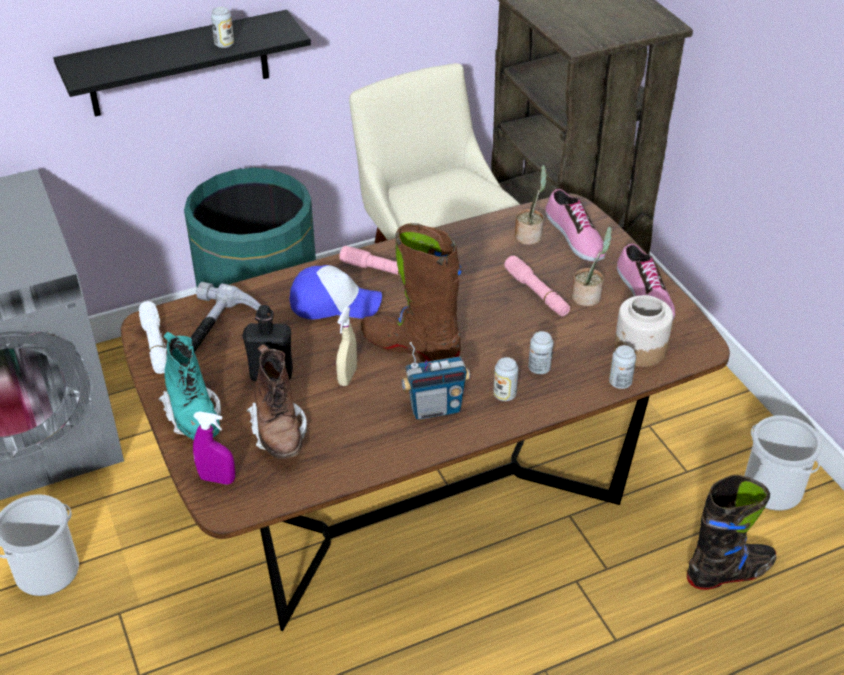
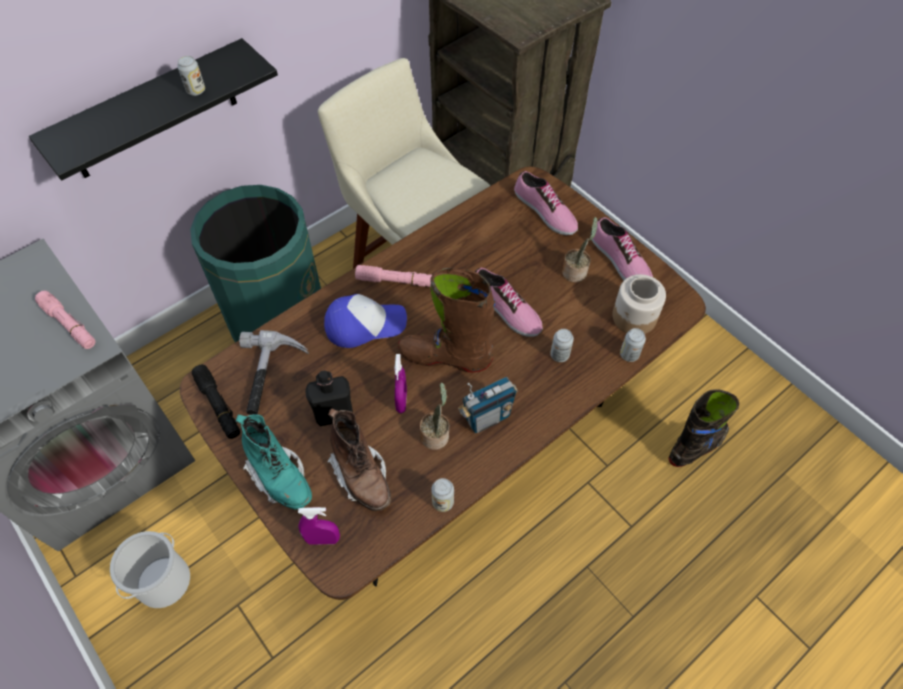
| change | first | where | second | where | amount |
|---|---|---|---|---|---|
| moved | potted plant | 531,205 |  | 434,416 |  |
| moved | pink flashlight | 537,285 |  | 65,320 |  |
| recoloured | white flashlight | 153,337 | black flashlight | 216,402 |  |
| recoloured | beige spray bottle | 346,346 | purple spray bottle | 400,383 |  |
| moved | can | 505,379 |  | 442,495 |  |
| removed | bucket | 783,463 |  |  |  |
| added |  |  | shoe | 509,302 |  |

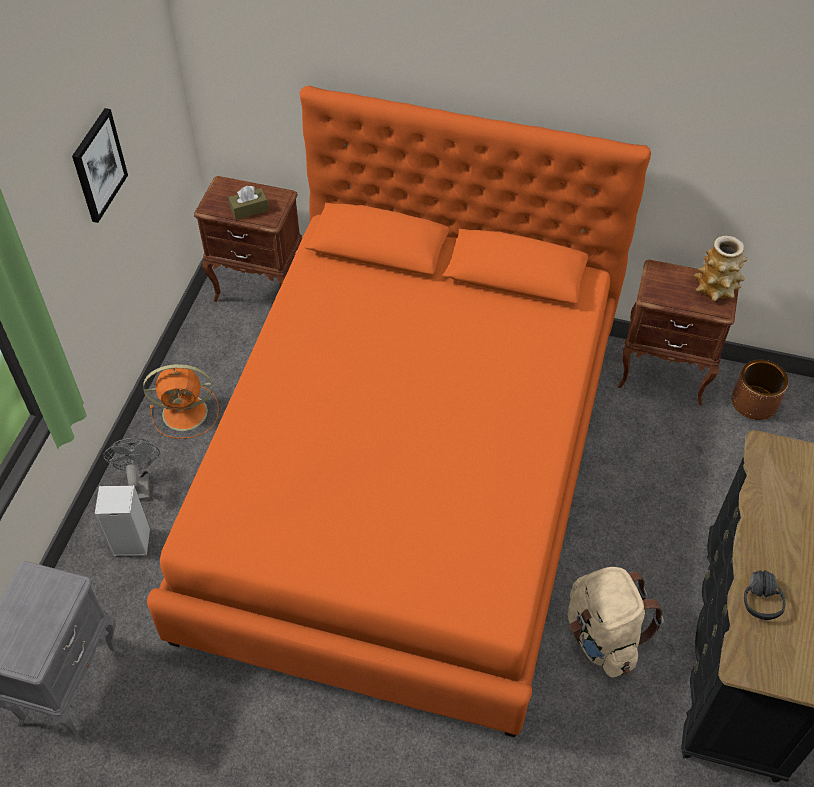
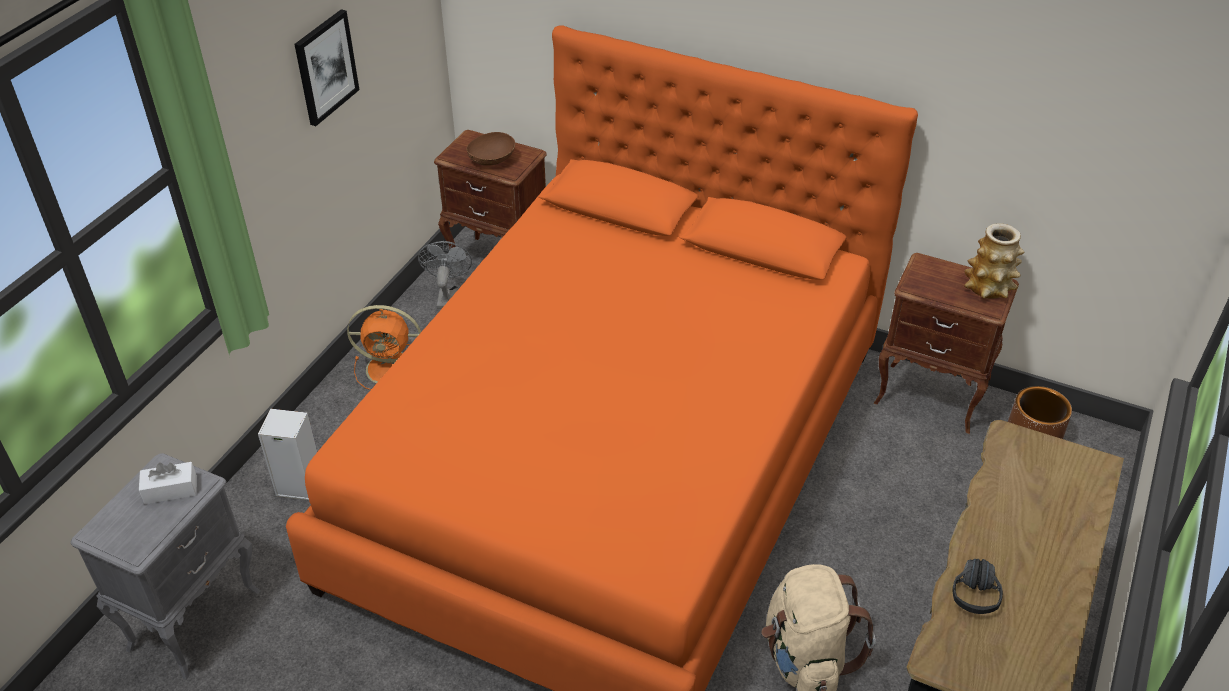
| change | first | where | second | where | amount |
|---|---|---|---|---|---|
| replaced | brown tissue box | 248,203 | brown bowl | 491,149 |  |
| moved | grey fan | 131,469 |  | 445,275 |  |
| added |  |  | white tissue box | 168,483 |  |

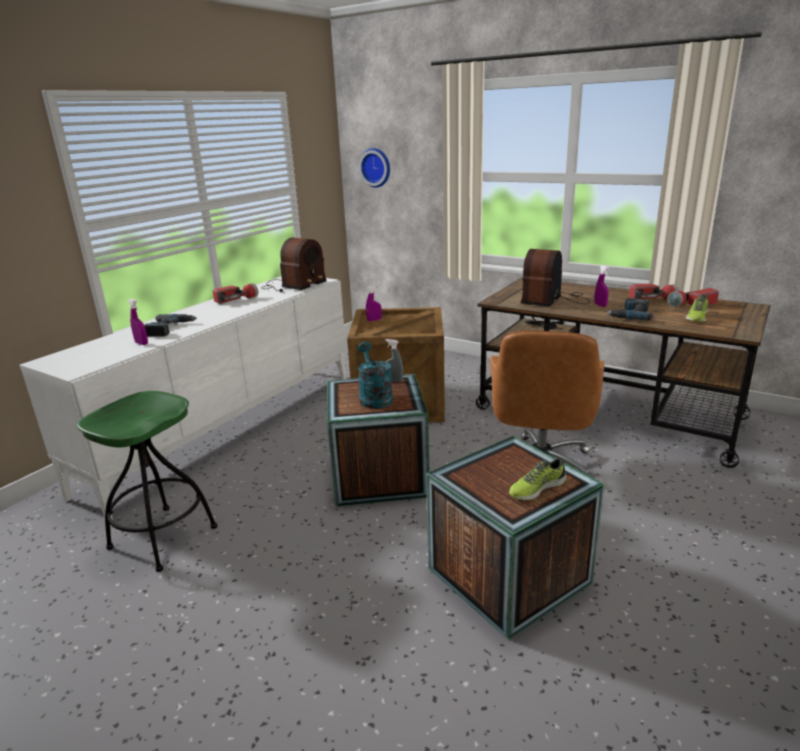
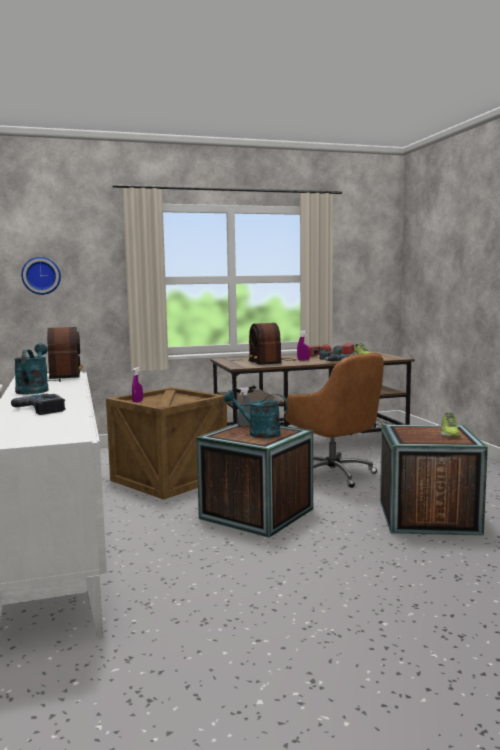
| change | first | where | second | where | amount |
|---|---|---|---|---|---|
| replaced | flashlight | 235,293 | turquoise watering can | 31,369 |  |
| removed | purple spray bottle | 138,322 |  |  |  |
| removed | green stool | 147,481 |  |  |  |

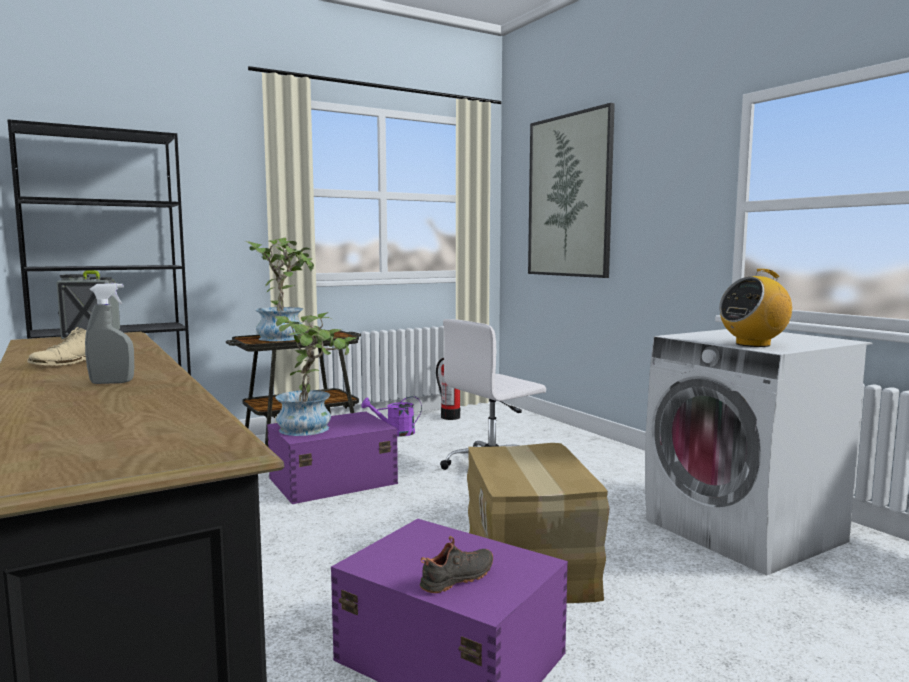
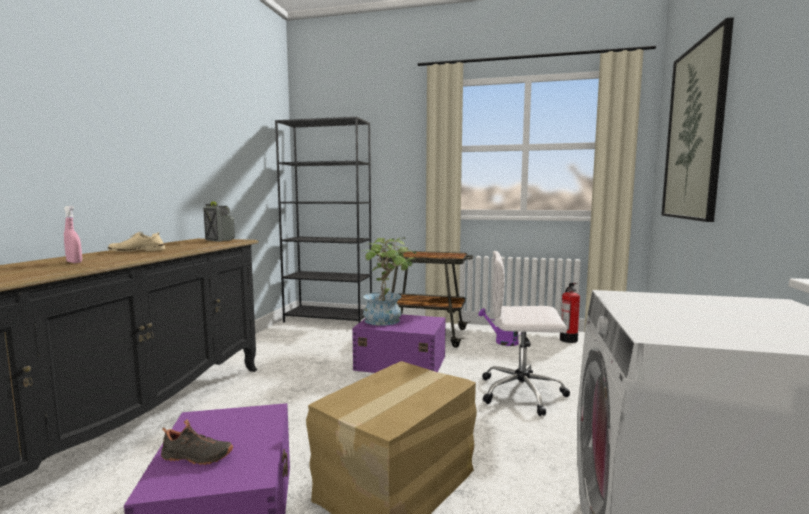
| change | first | where | second | where | amount |
|---|---|---|---|---|---|
| removed | potted plant | 279,289 |  |  |  |
| removed | radio | 755,308 |  |  |  |
| recoloured | grey spray bottle | 109,333 | pink spray bottle | 73,234 |  |

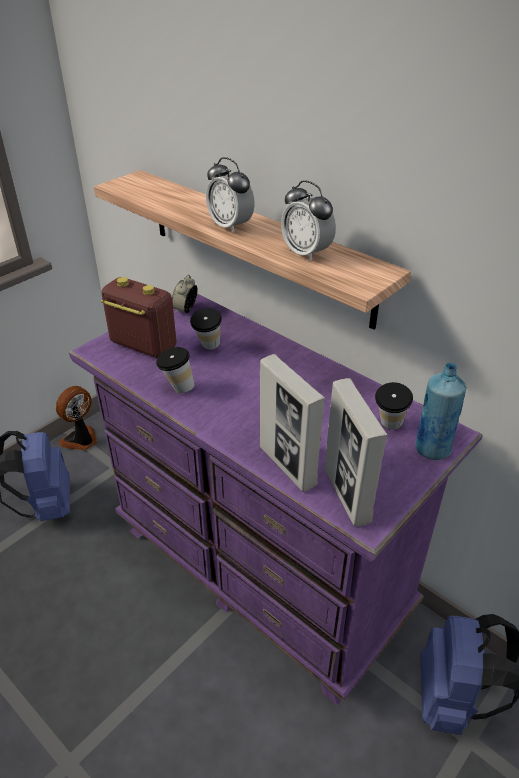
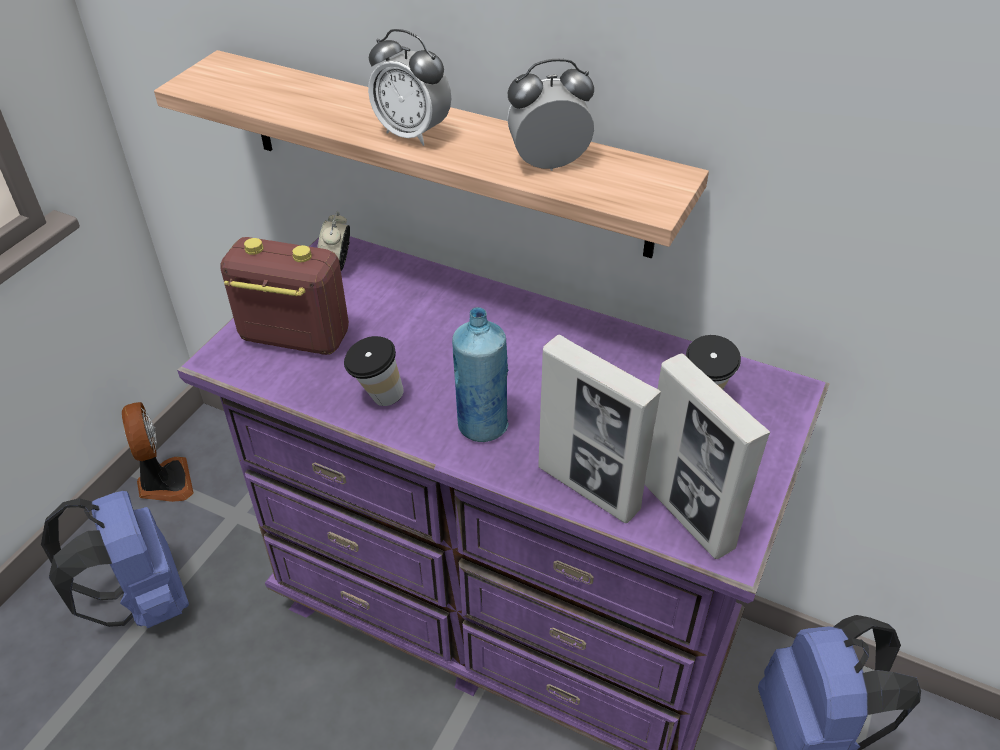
| change | first | where | second | where | amount |
|---|---|---|---|---|---|
| turned | alarm clock | 308,221 |  | 550,115 | 135 degrees clockwise |
| removed | cup | 206,329 |  |  |  |
| moved | blue bottle | 440,411 |  | 480,374 |  |
| turned | fan | 77,418 |  | 158,452 | 135 degrees clockwise |

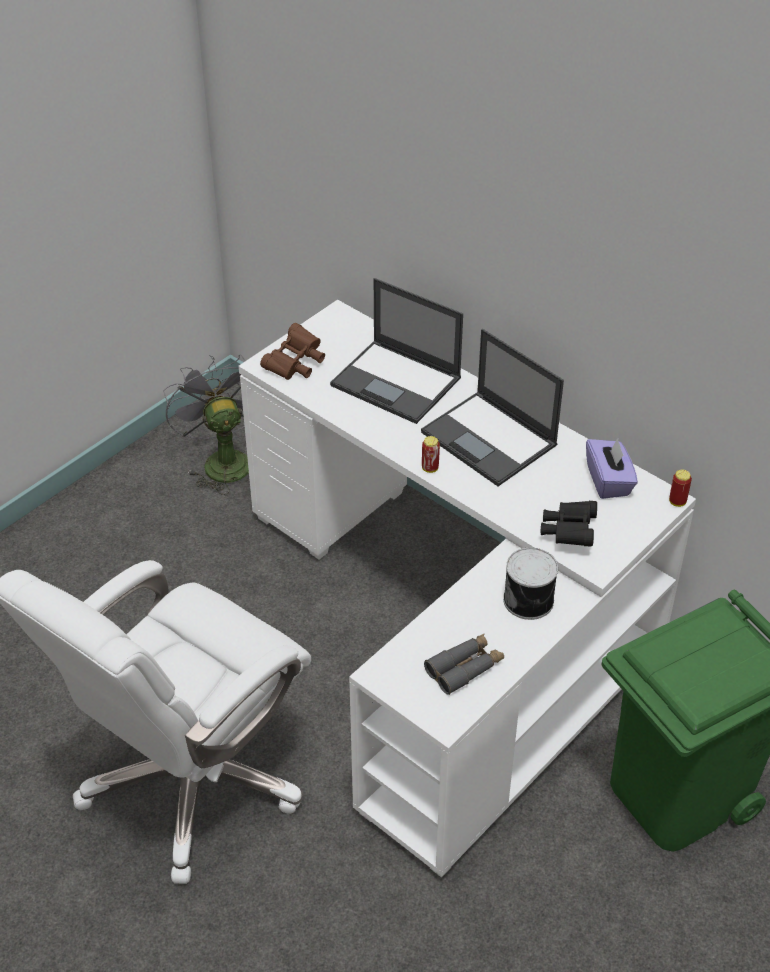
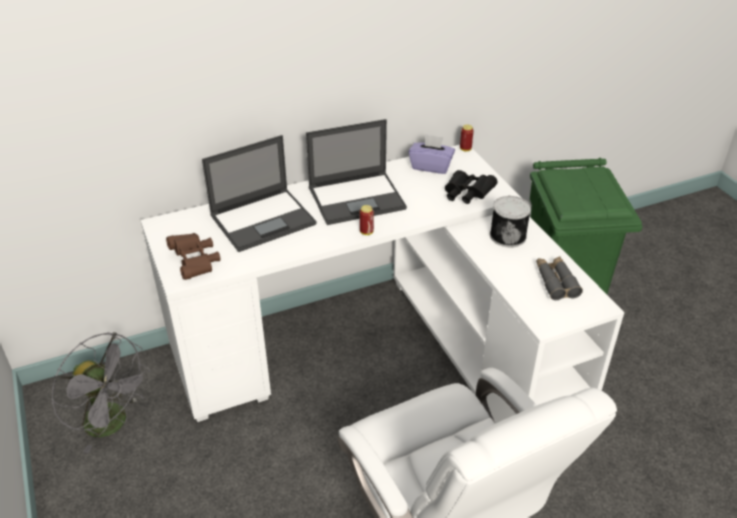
| change | first | where | second | where | amount |
|---|---|---|---|---|---|
| turned | grey fan | 206,425 |  | 101,392 | 150 degrees counterclockwise |

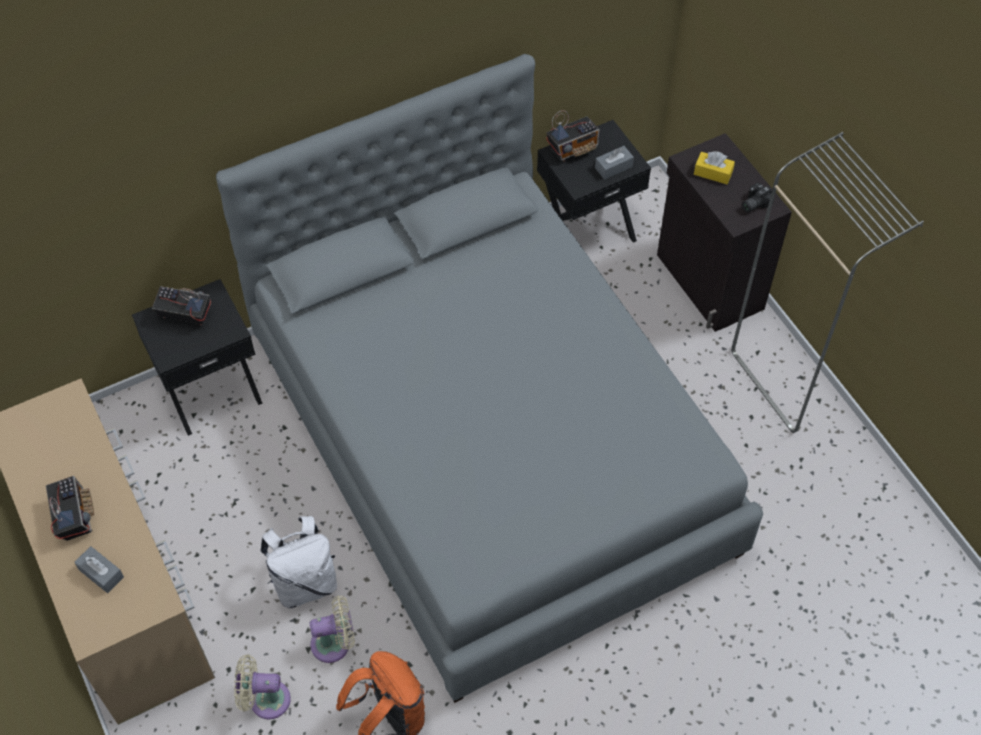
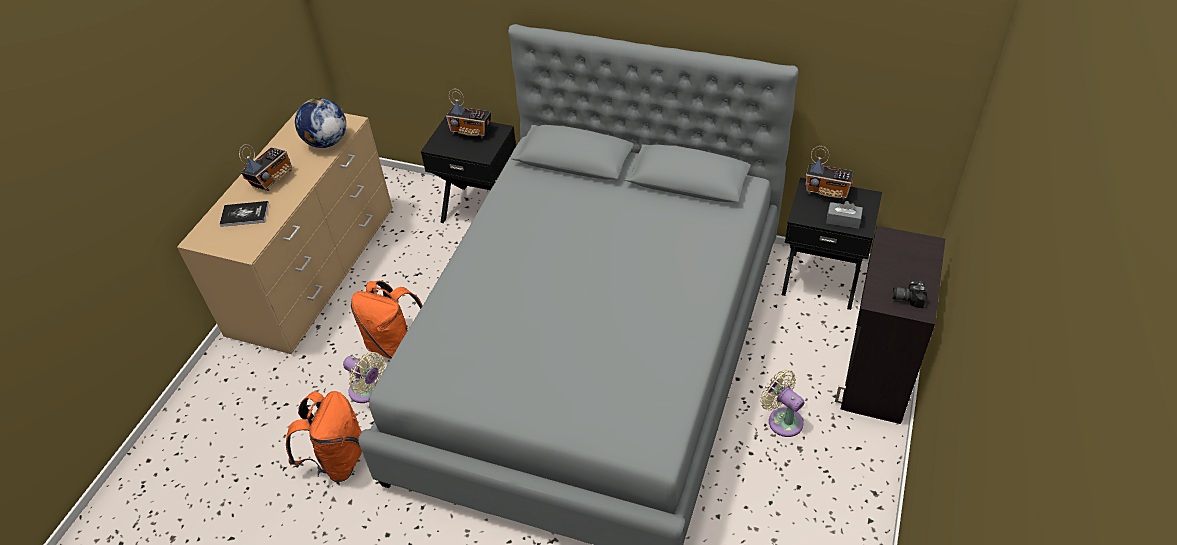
| change | first | where | second | where | amount |
|---|---|---|---|---|---|
| removed | grey clothes rack | 827,282 |  |  |  |
| removed | yellow tissue box | 714,167 |  |  |  |
| turned | radio | 181,306 |  | 468,113 | 135 degrees clockwise |
| recoloured | white backpack | 298,562 | orange backpack | 387,320 |  |
| replaced | grey tissue box | 99,569 | book | 244,214 |  |
| moved | beige fan | 262,687 |  | 782,403 |  |
| added |  |  | globe | 320,123 |  |

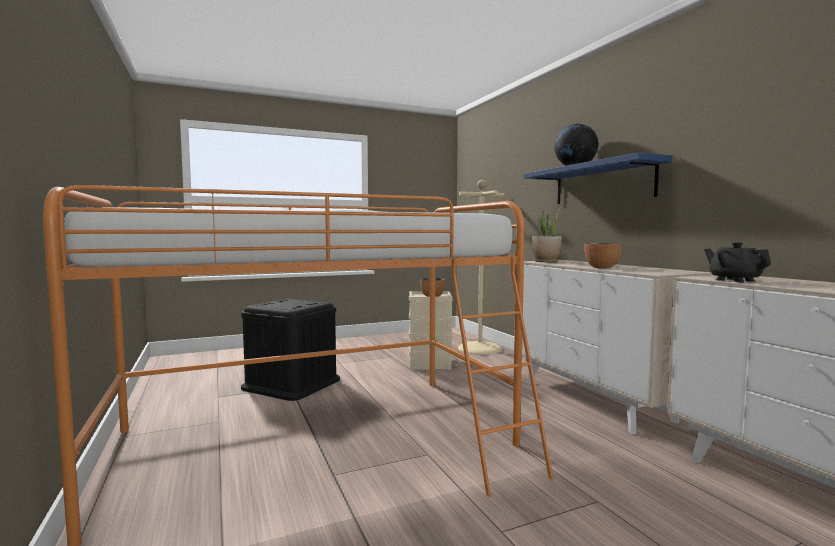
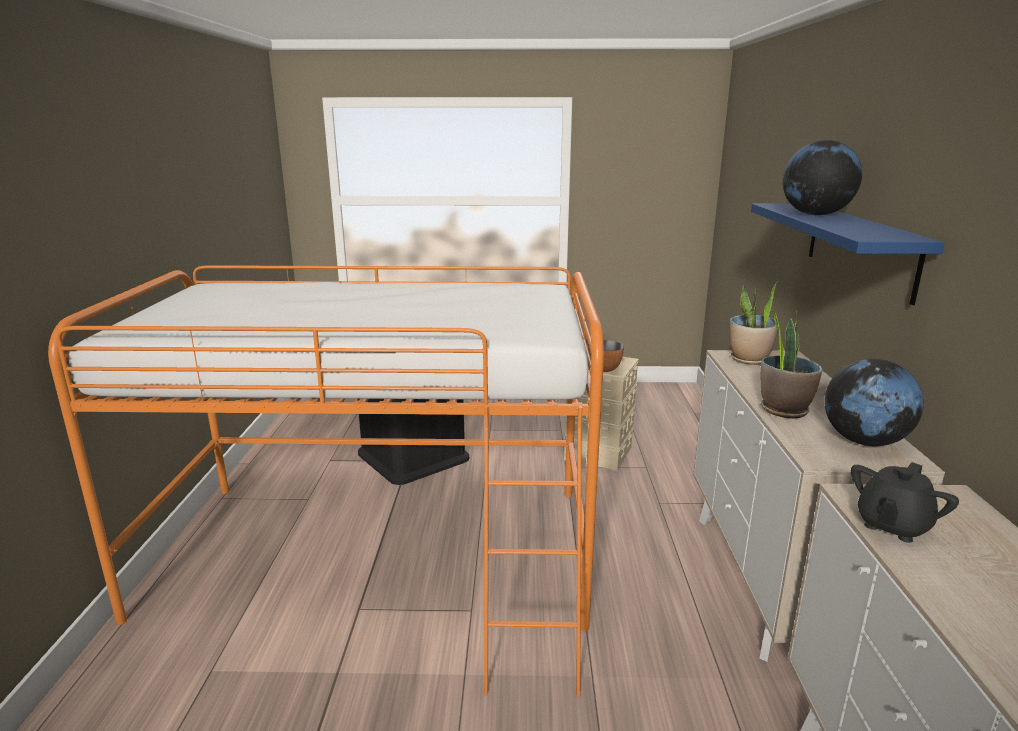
| change | first | where | second | where | amount |
|---|---|---|---|---|---|
| removed | beige clothes rack | 481,267 |  |  |  |
| turned | black teapot | 737,262 |  | 905,502 | 135 degrees counterclockwise |
| replaced | bowl | 603,255 | potted plant | 791,364 |  |
| added |  |  | globe | 874,402 |  |

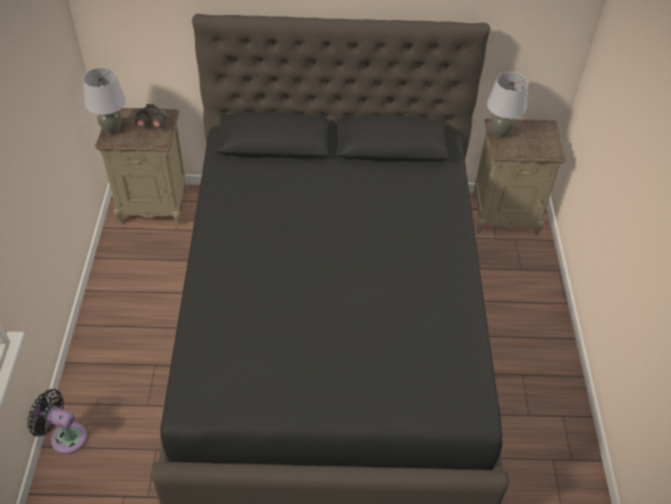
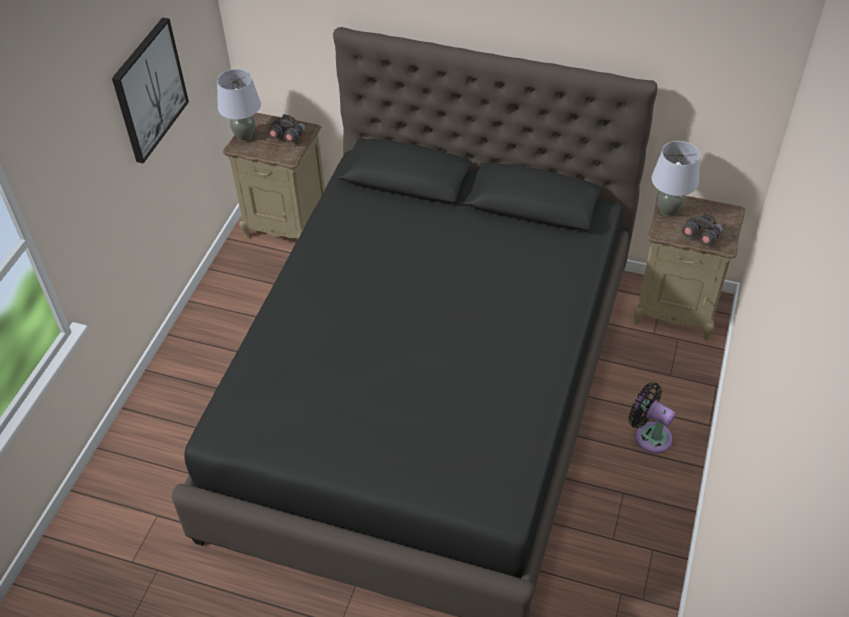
| change | first | where | second | where | amount |
|---|---|---|---|---|---|
| moved | black fan | 57,421 |  | 652,417 |  |
| added |  |  | picture | 150,90 |  |
| added |  |  | grey binoculars | 702,229 |  |

